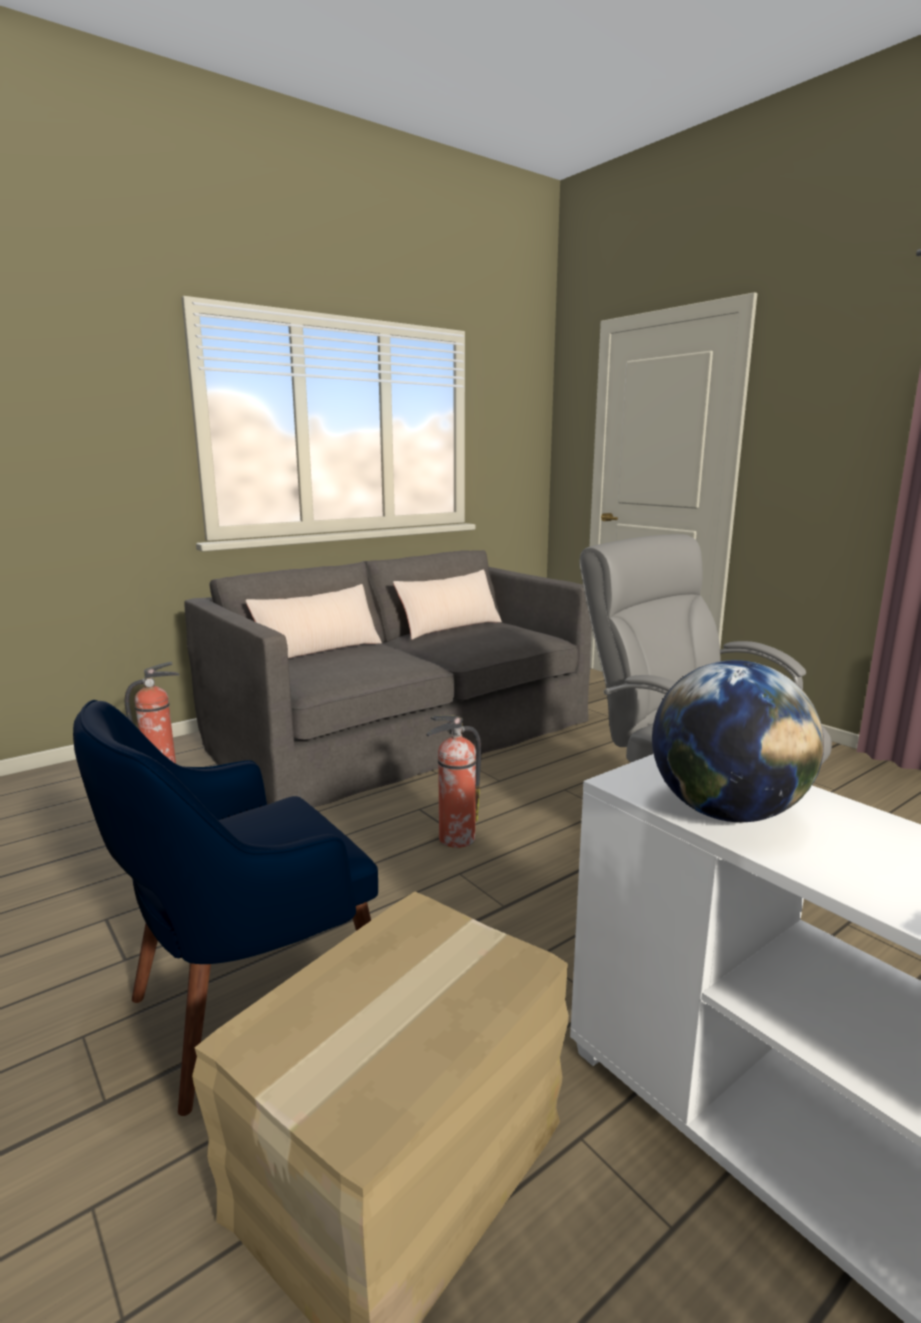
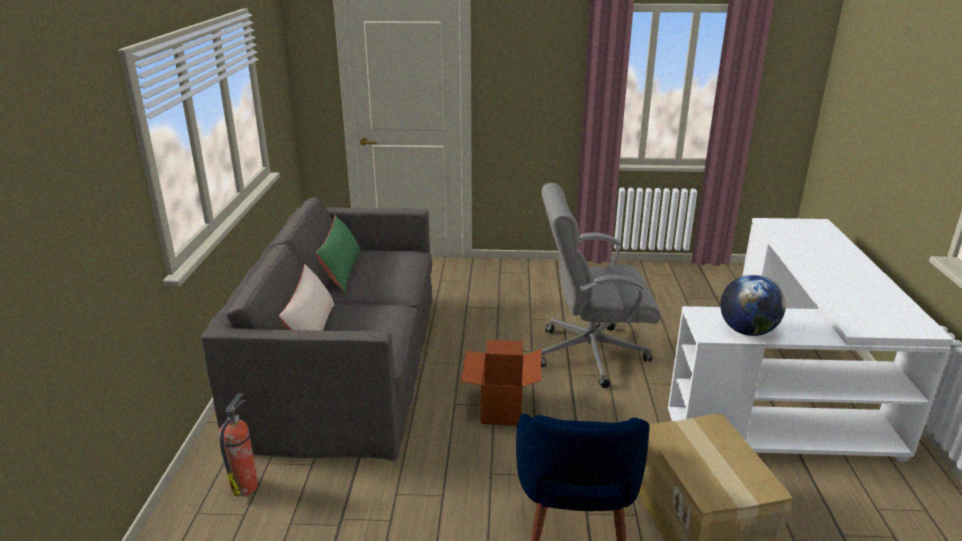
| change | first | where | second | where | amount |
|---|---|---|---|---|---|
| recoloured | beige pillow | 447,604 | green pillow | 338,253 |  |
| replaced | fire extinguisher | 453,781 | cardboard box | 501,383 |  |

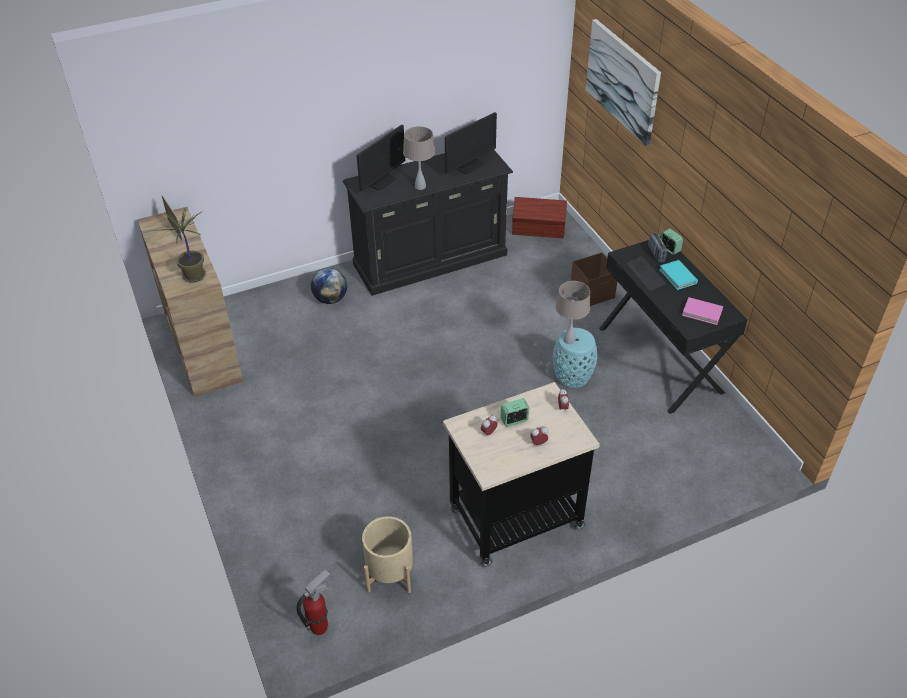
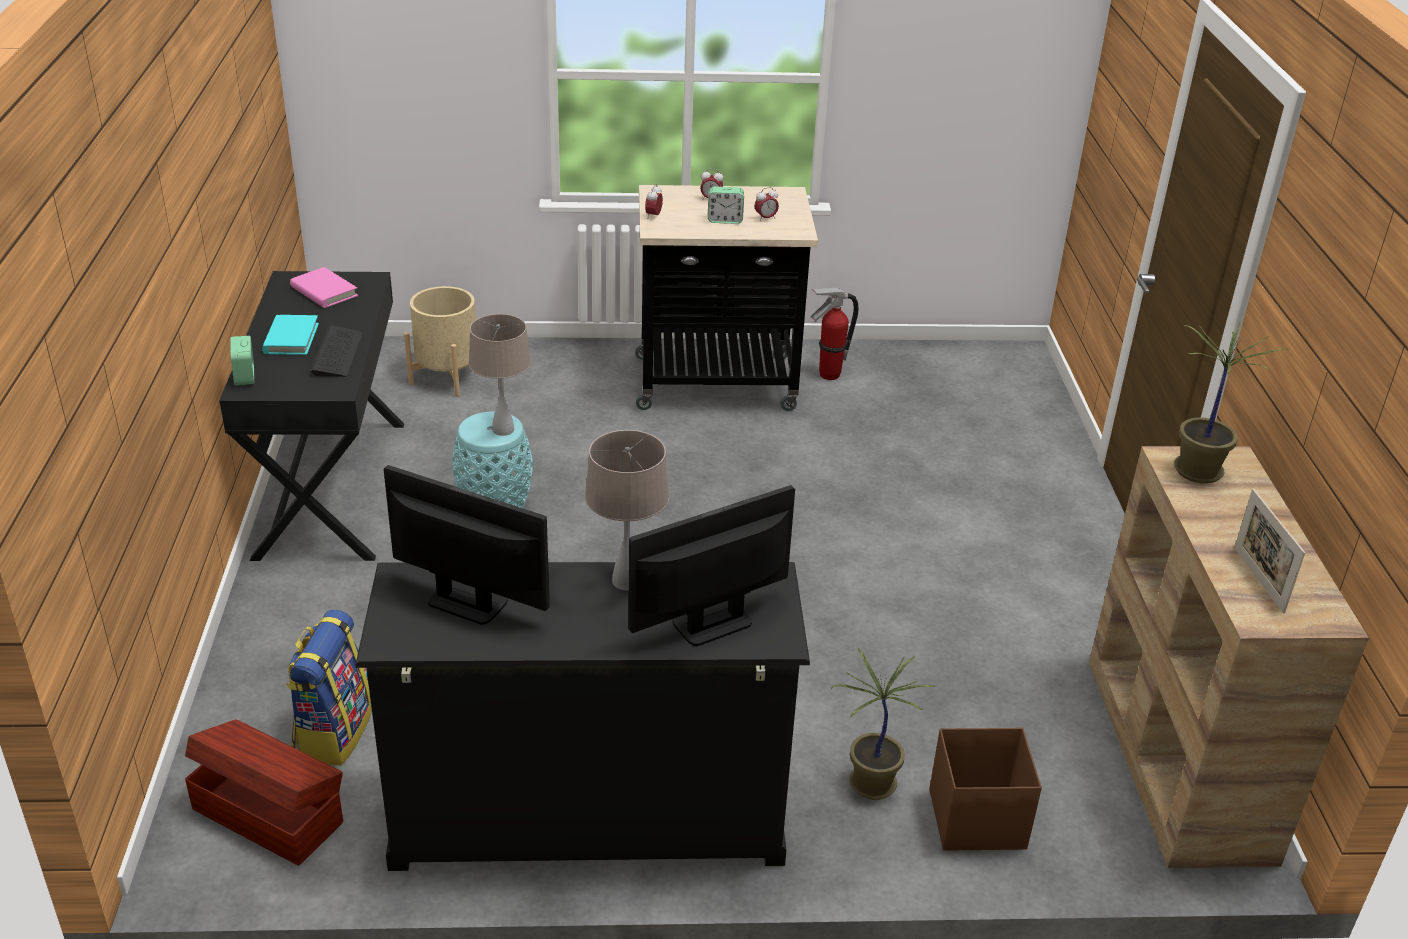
| change | first | where | second | where | amount |
|---|---|---|---|---|---|
| removed | picture | 623,82 |  |  |  |
| turned | monitor | 471,143 |  | 467,545 | 45 degrees clockwise |
| removed | radio | 657,247 |  |  |  |
| moved | brown storage box | 594,279 |  | 985,789 |  |
| replaced | globe | 329,286 | potted plant | 883,723 |  |
| moved | beige planter | 387,554 |  | 440,341 |  |
| moved | fire extinguisher | 314,602 |  | 835,334 |  |
| added |  |  | backpack | 329,688 |  |

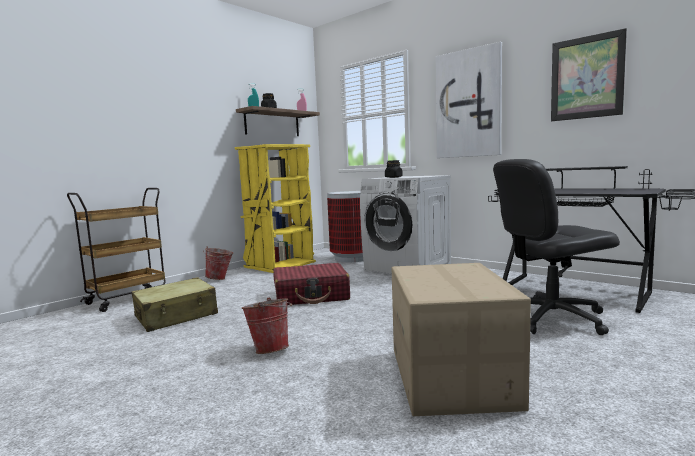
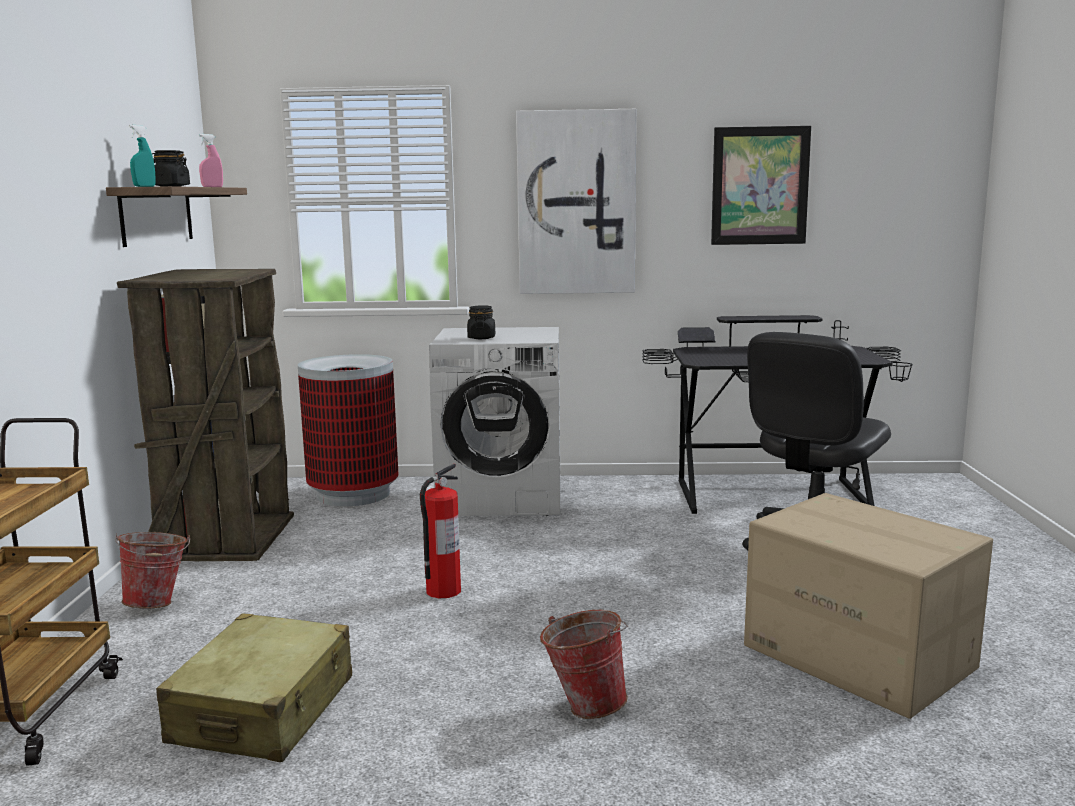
| change | first | where | second | where | amount |
|---|---|---|---|---|---|
| recoloured | yellow bookcase | 275,208 | brown bookcase | 205,415 |  |
| replaced | red suitcase | 312,284 | fire extinguisher | 440,531 |  |

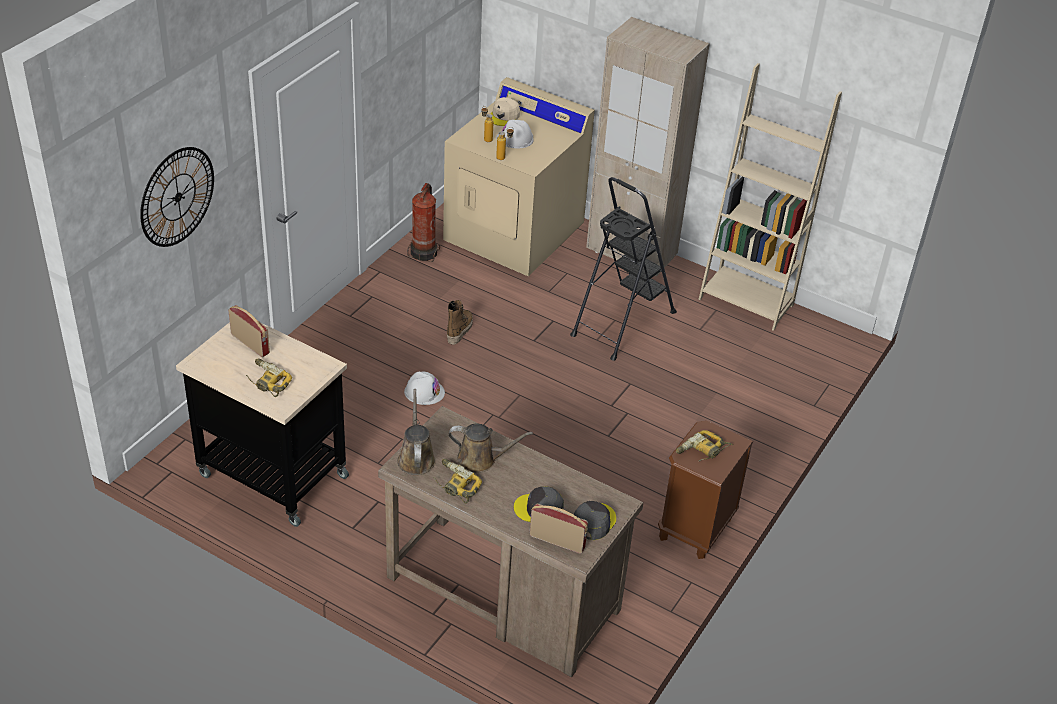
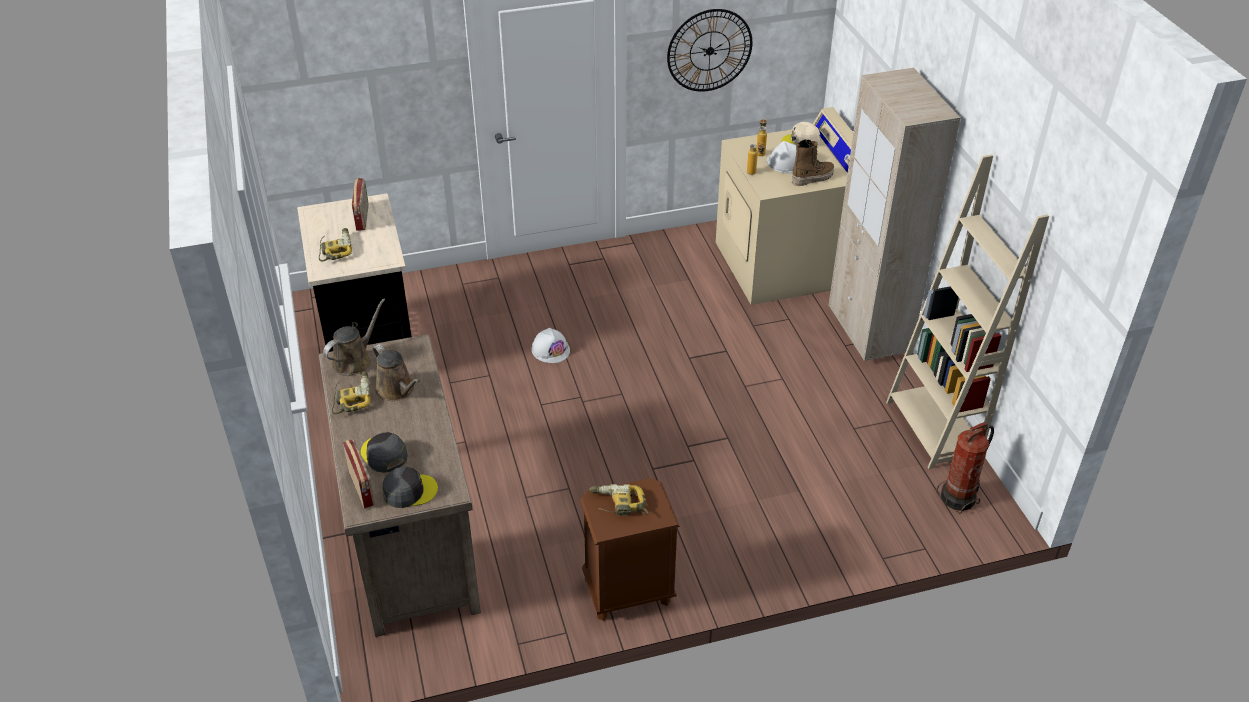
| change | first | where | second | where | amount |
|---|---|---|---|---|---|
| moved | wall clock | 177,197 |  | 709,50 |  |
| removed | step ladder | 623,269 |  |  |  |
| moved | fire extinguisher | 423,222 |  | 965,468 |  |
| moved | boot | 460,322 |  | 813,162 |  |

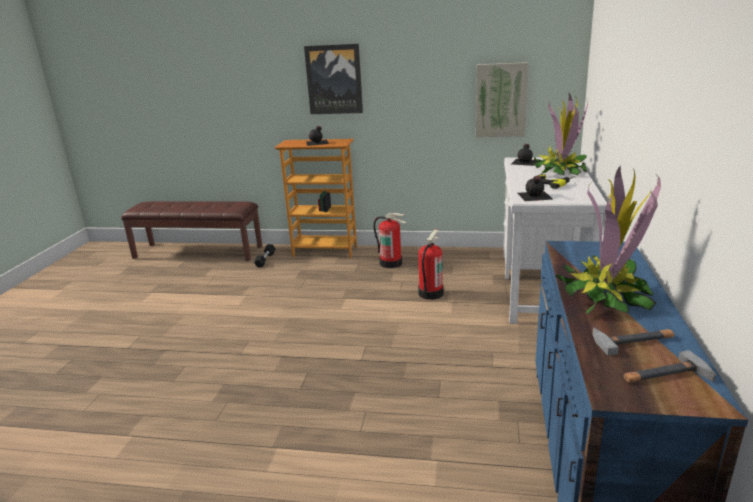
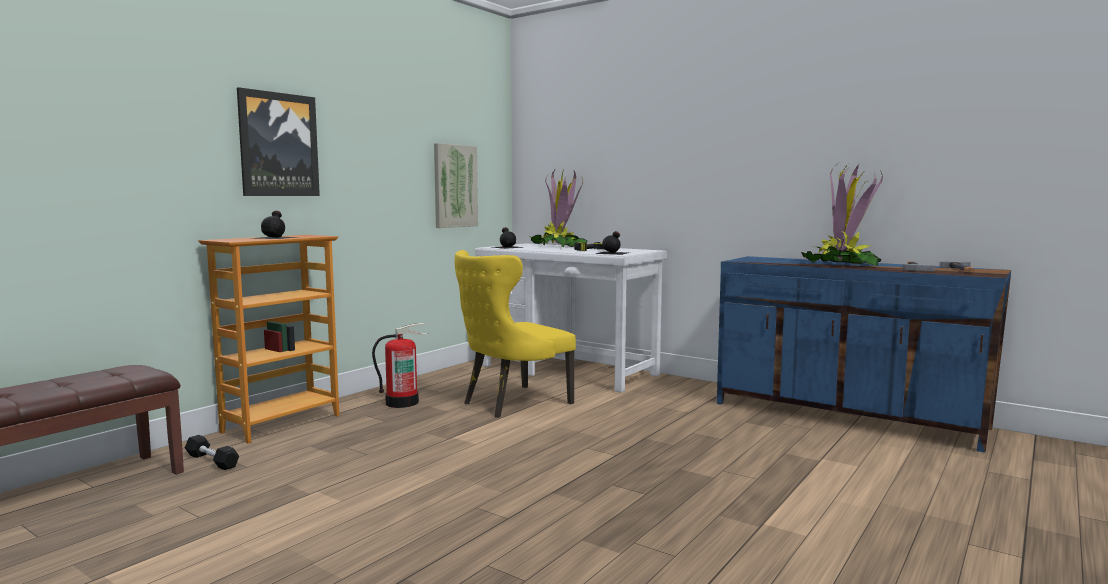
| change | first | where | second | where | amount |
|---|---|---|---|---|---|
| replaced | fire extinguisher | 431,264 | yellow chair | 515,334 |  |

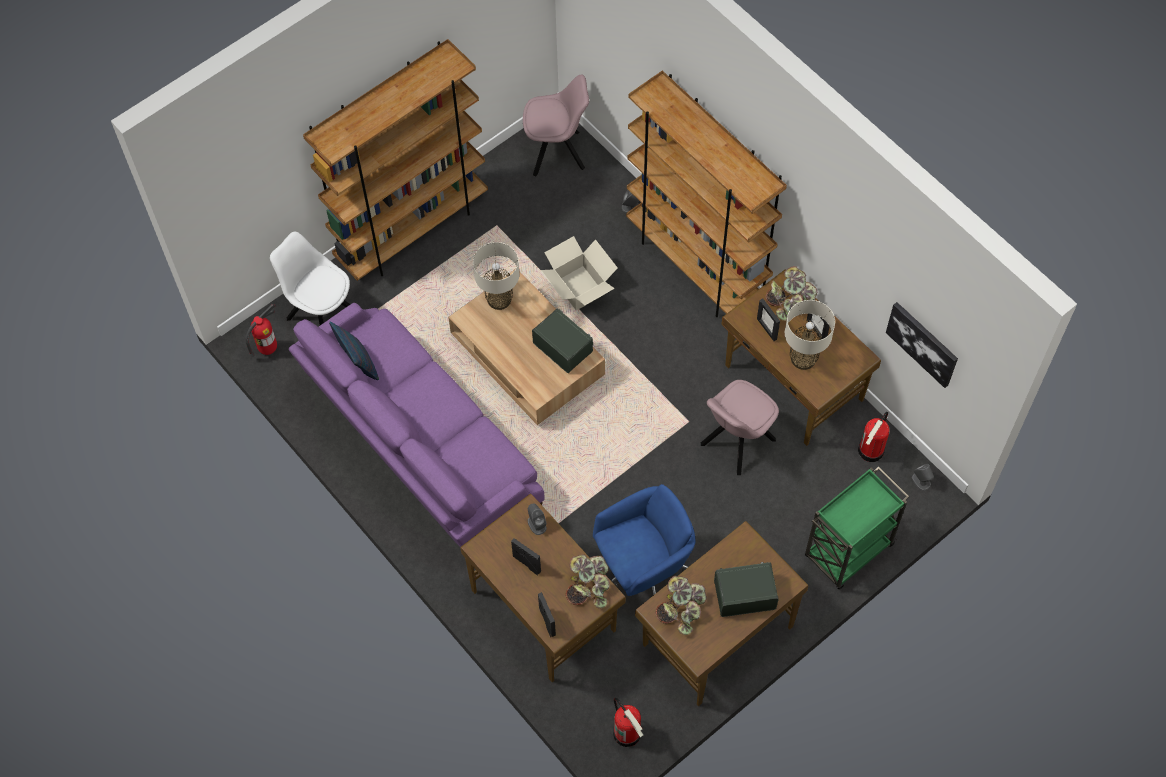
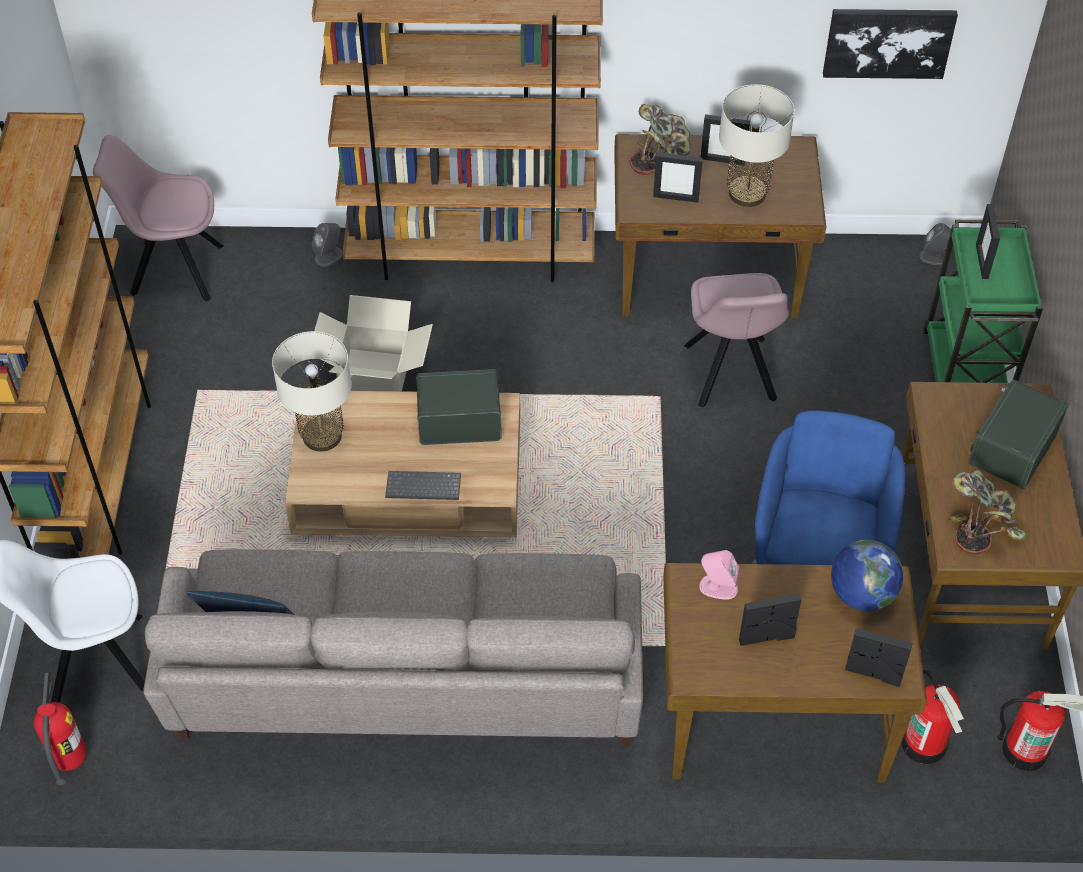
| change | first | where | second | where | amount |
|---|---|---|---|---|---|
| turned | pink chair | 556,125 |  | 158,218 | 120 degrees counterclockwise |
| recoloured | purple sofa | 417,425 | grey sofa | 393,647 |  |
| moved | fire extinguisher | 874,437 |  | 933,717 |  |
| recoloured | grey speaker | 537,519 | pink speaker | 719,575 |  |
| replaced | potted plant | 588,581 | globe | 867,575 |  |
| added |  |  | picture frame | 988,241 |  |
| added |  |  | keyboard | 423,485 |  |

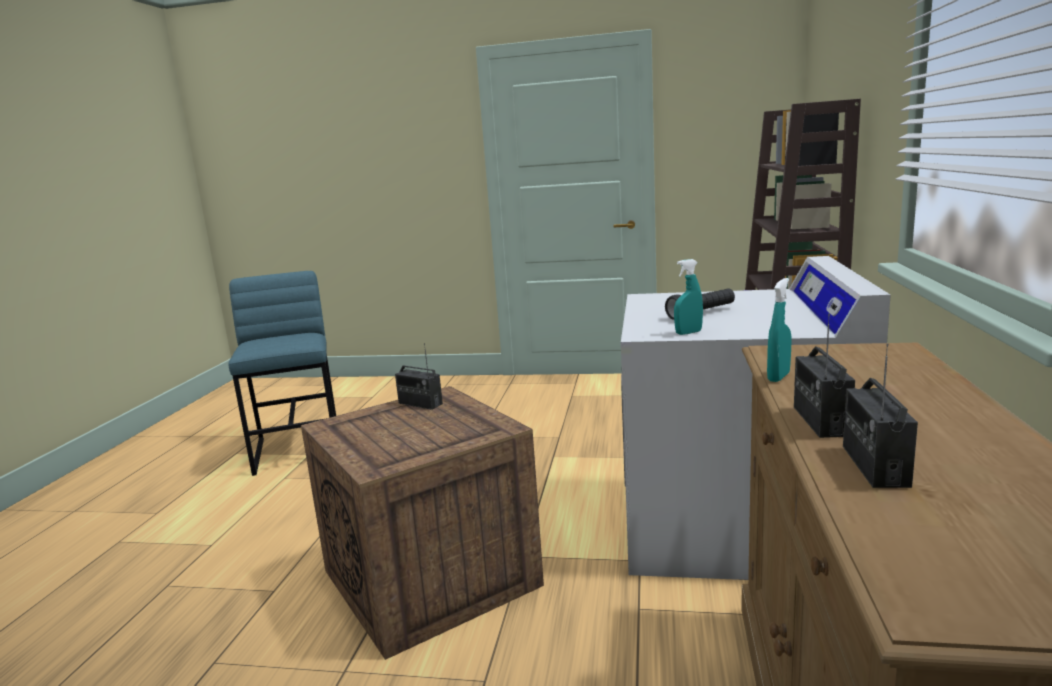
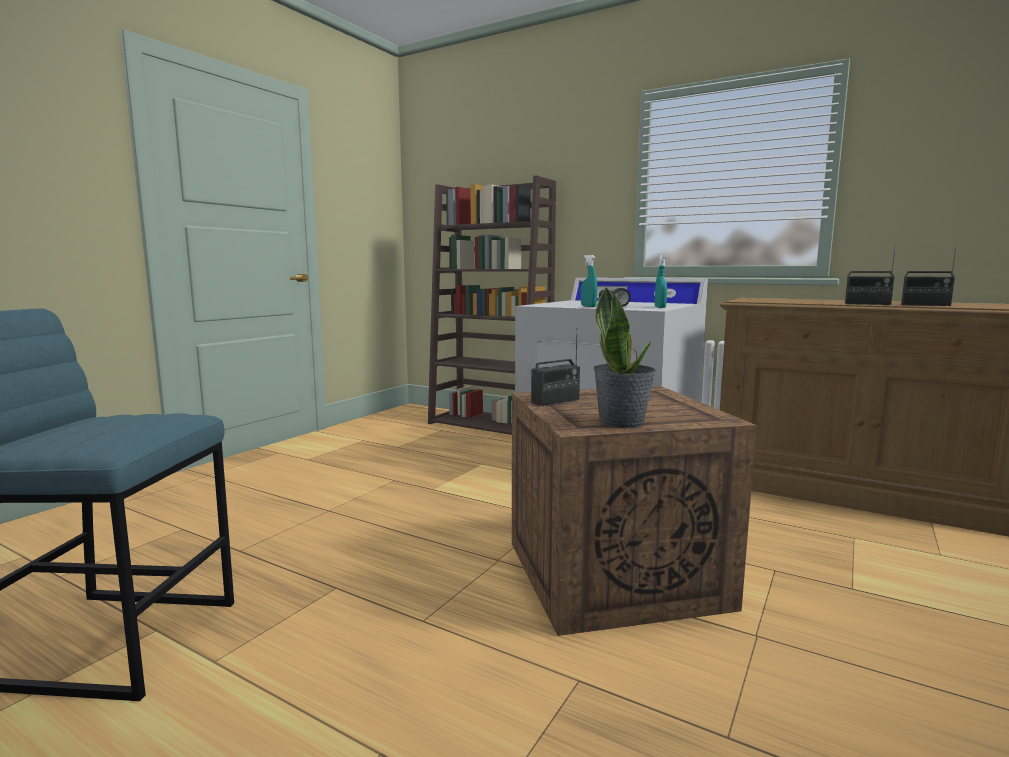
| change | first | where | second | where | amount |
|---|---|---|---|---|---|
| moved | turquoise spray bottle | 779,330 |  | 589,281 |  |
| added |  |  | potted plant | 624,357 |  |

